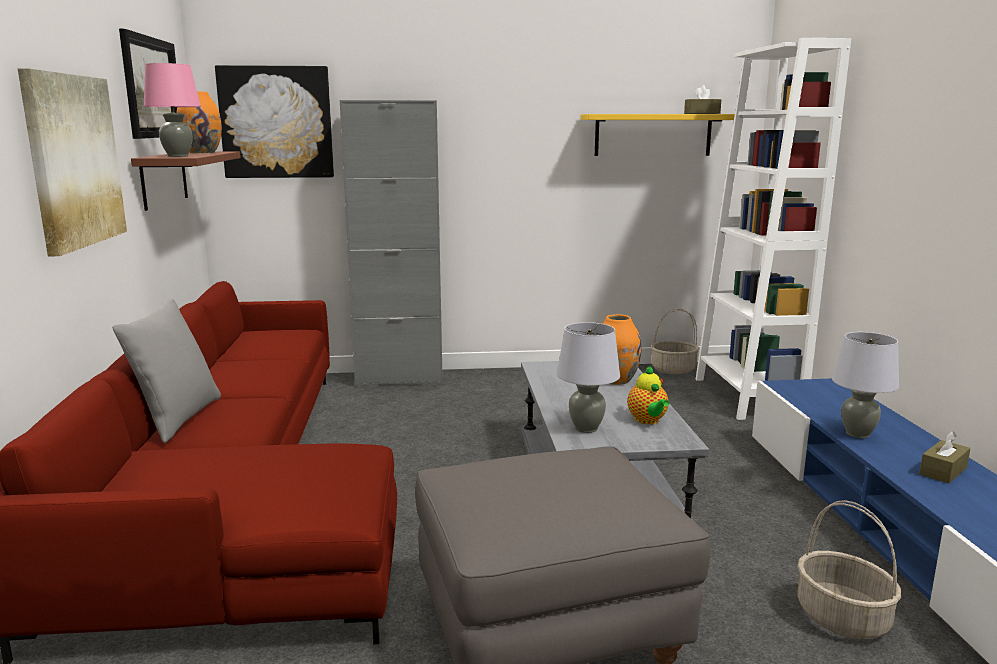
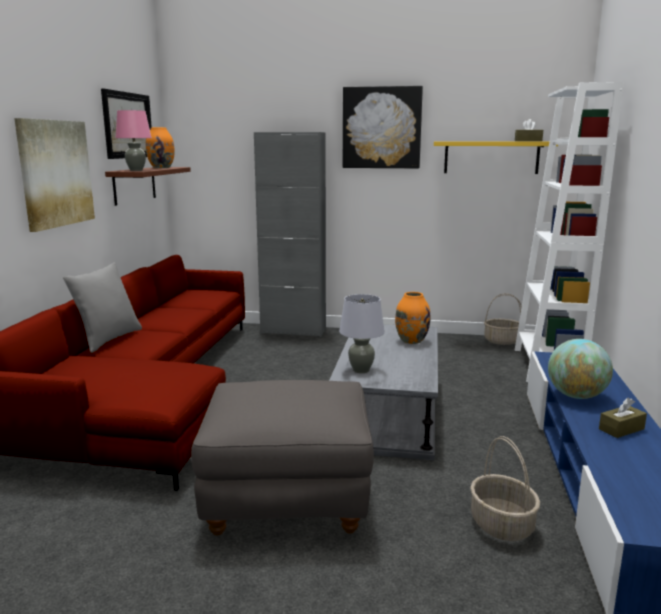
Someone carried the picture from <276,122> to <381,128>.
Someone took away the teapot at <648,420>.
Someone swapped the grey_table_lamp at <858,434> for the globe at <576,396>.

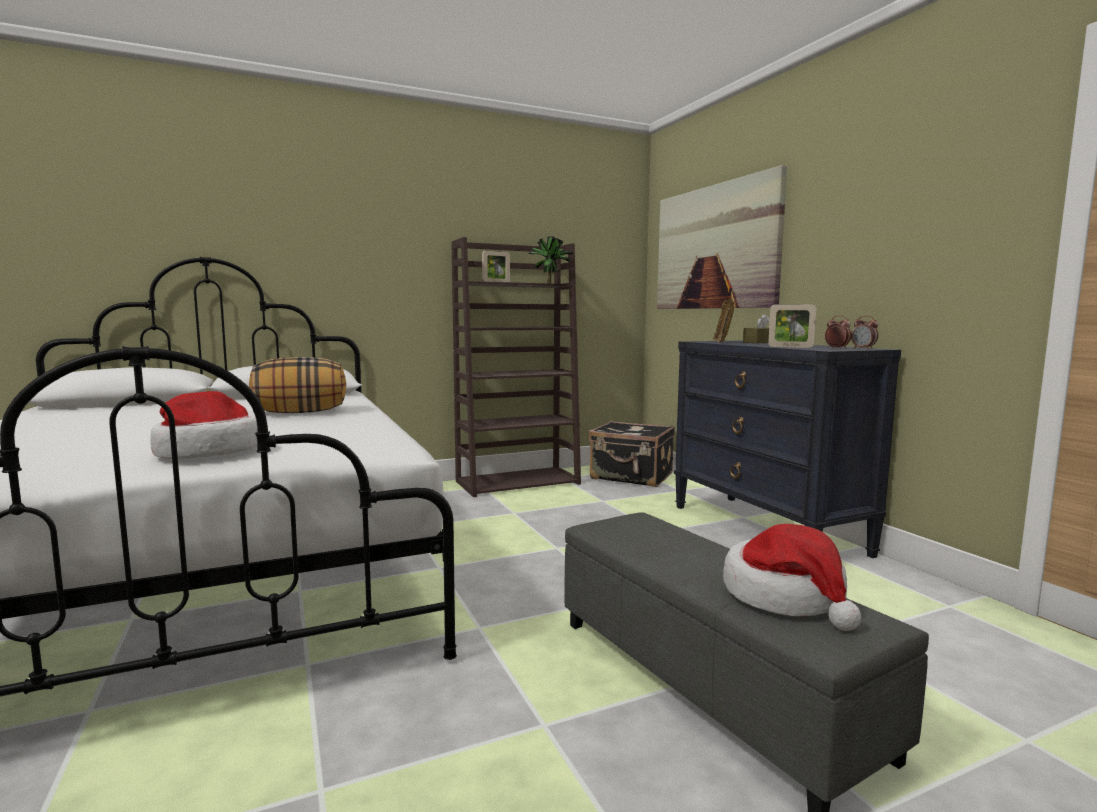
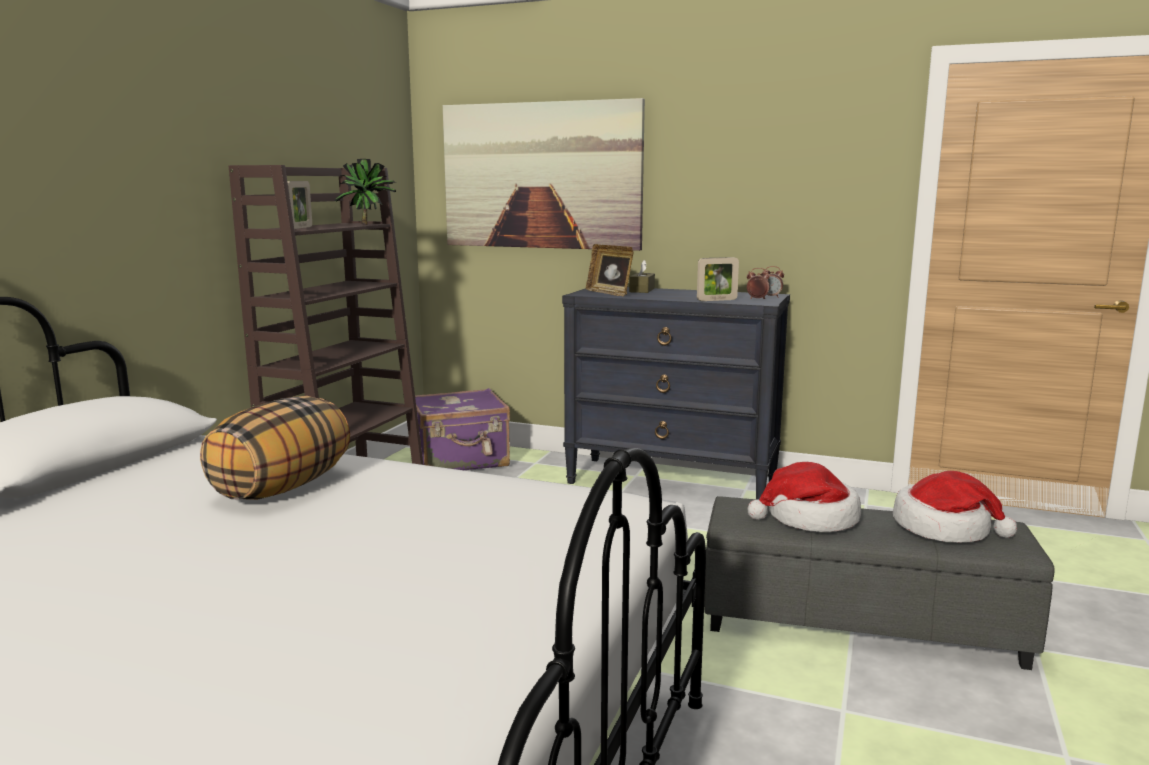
Someone carried the hat from <207,452> to <809,519>.
Someone repainted the black_suitcase at <631,477>, which became the purple_suitcase at <460,461>.

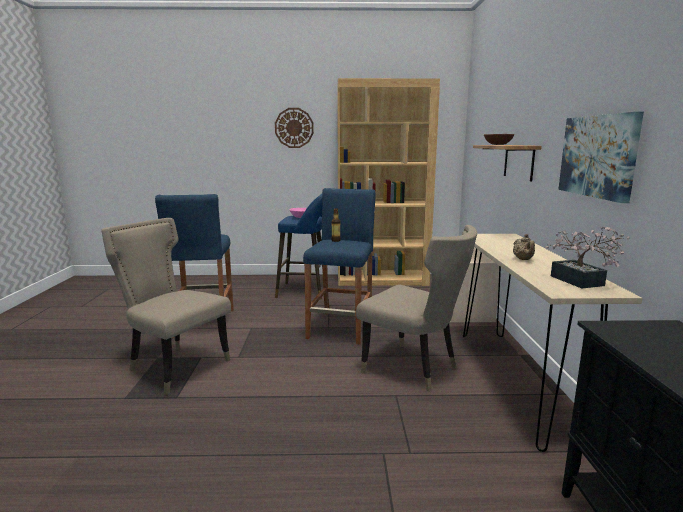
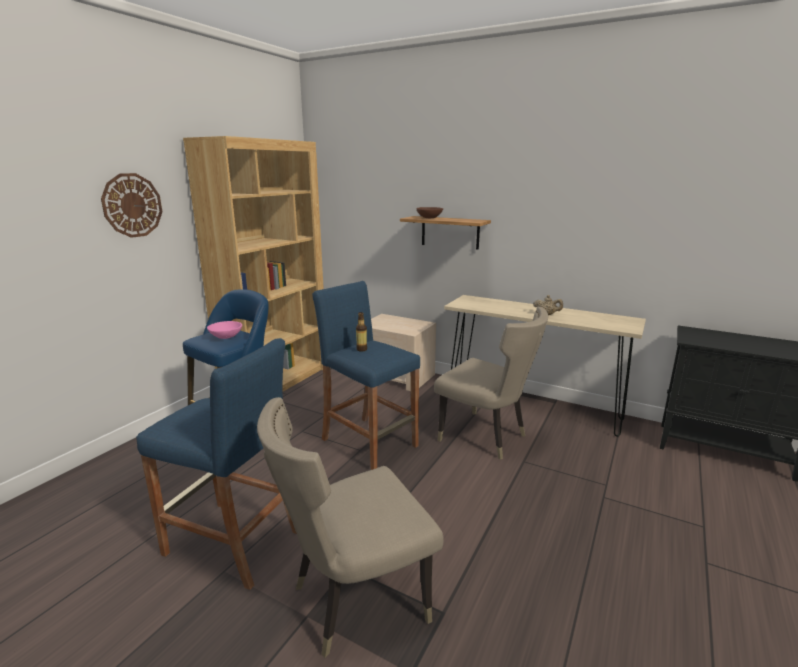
Someone rotated the beige_chair at <414,369> by 60 degrees clockwise.
Someone took away the potted_plant at <580,282>.
Someone took away the picture at <598,156>.

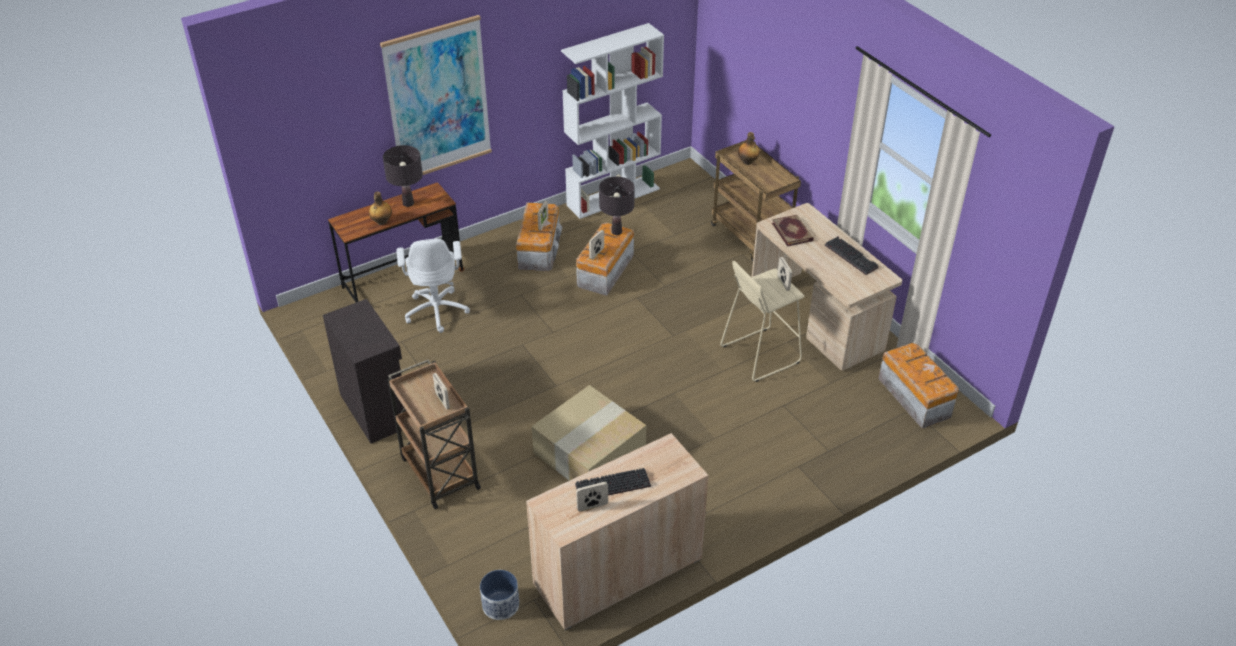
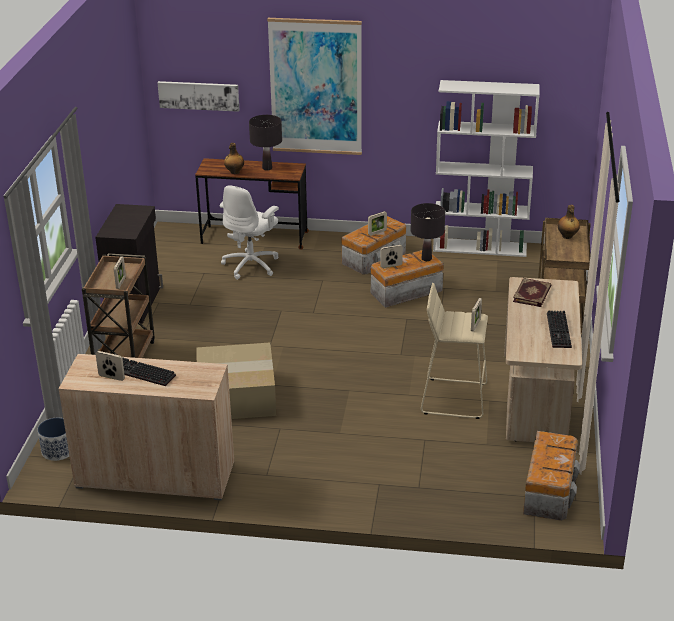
Someone put up the picture at <199,95>.

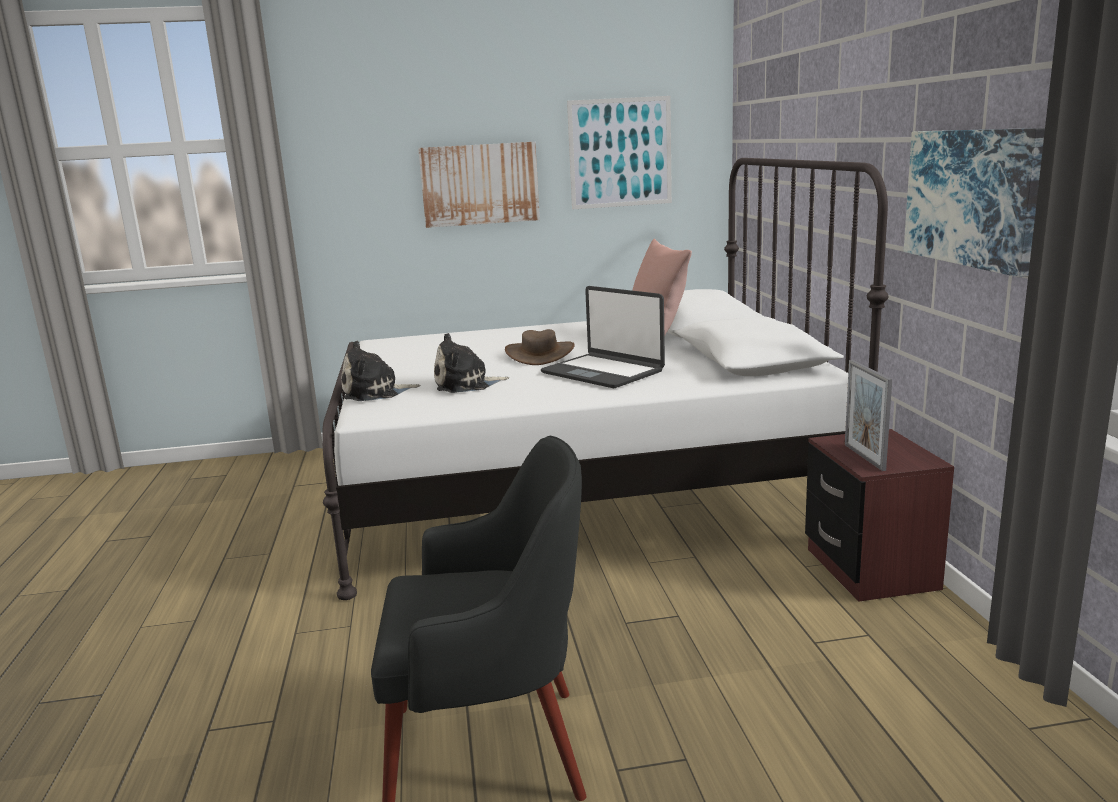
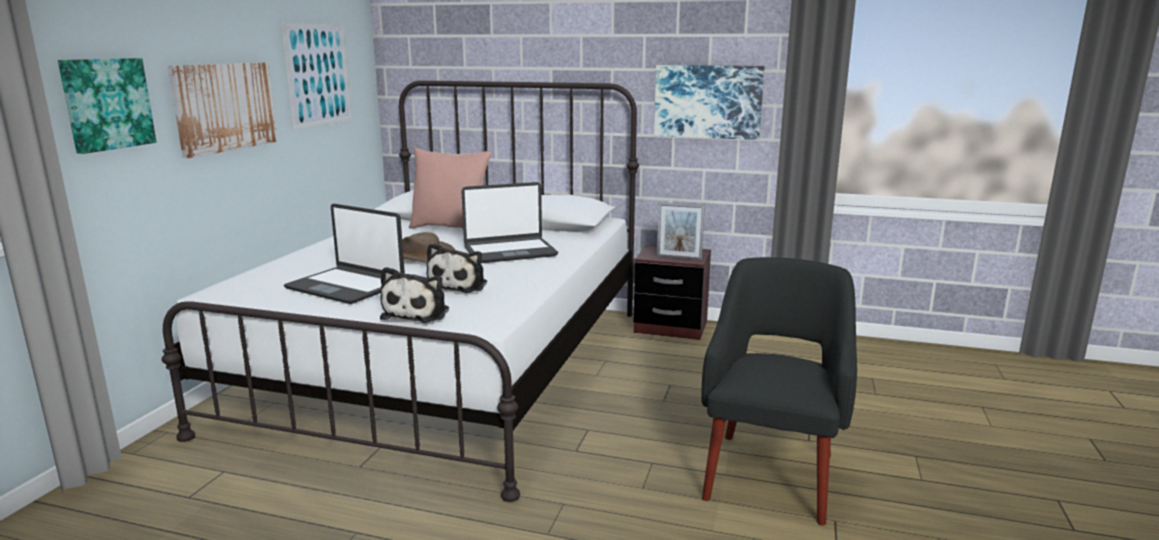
Someone put up the picture at <106,104>.
Someone put down the laptop at <346,286>.

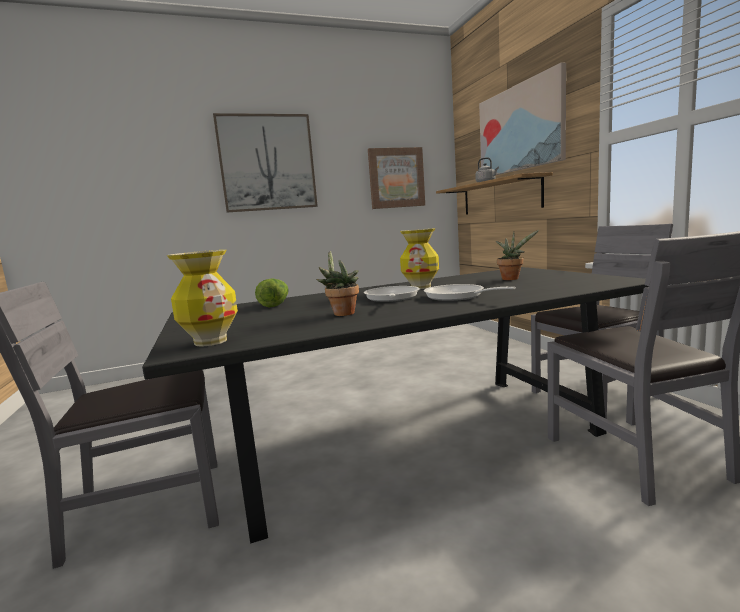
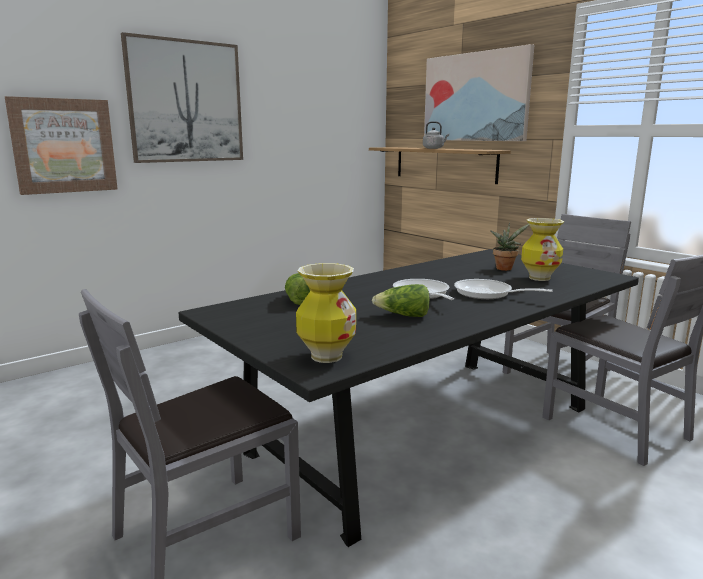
Someone swapped the potted_plant at <341,313> for the lettuce at <403,316>.
Someone carried the picture from <396,178> to <64,146>.
Someone carried the vase from <421,287> to <539,278>.

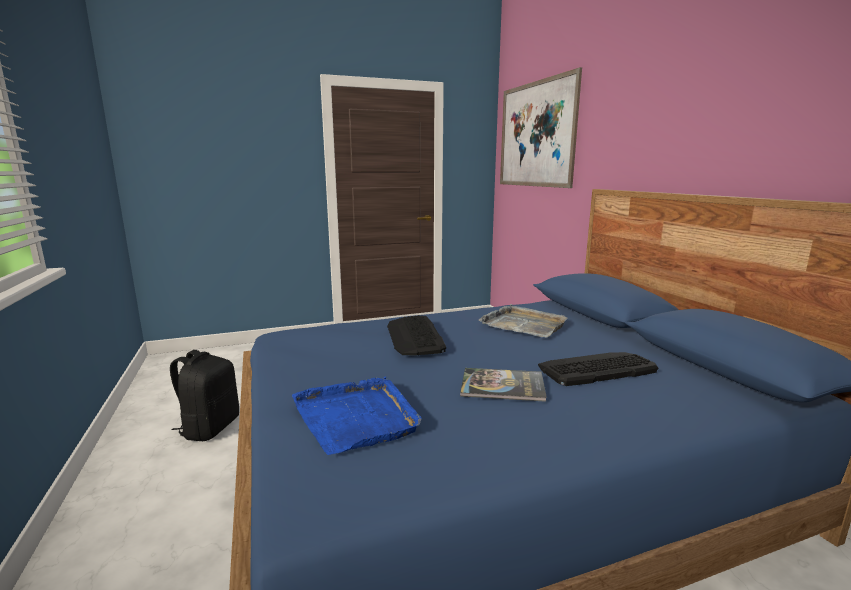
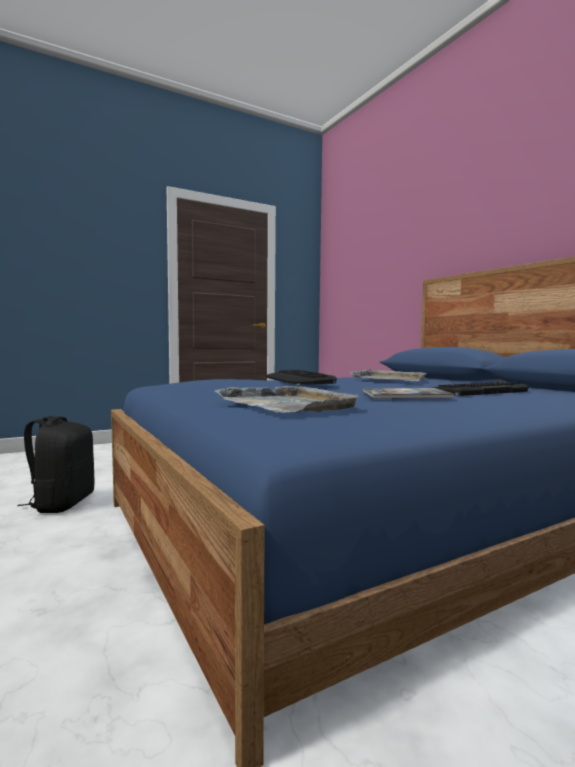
Someone repainted the blue_tray at <357,417>, which became the grey_tray at <287,404>.
Someone took away the picture at <535,134>.

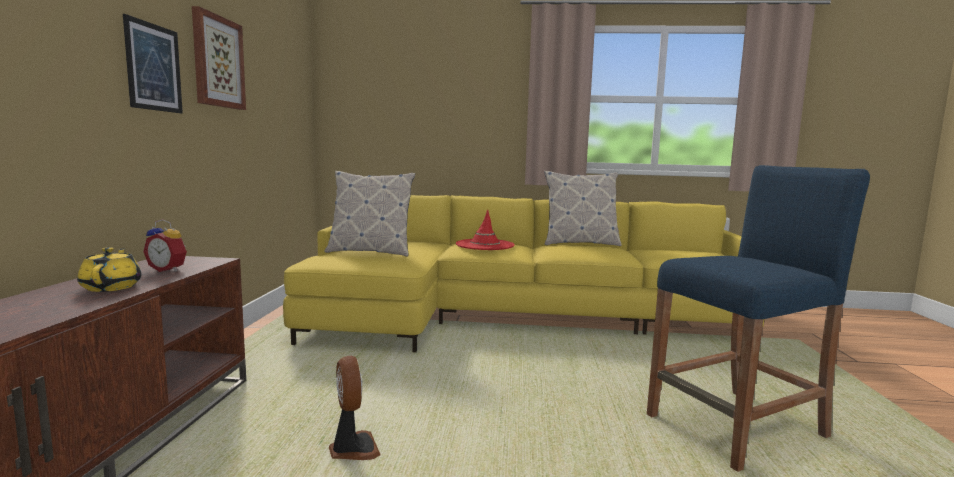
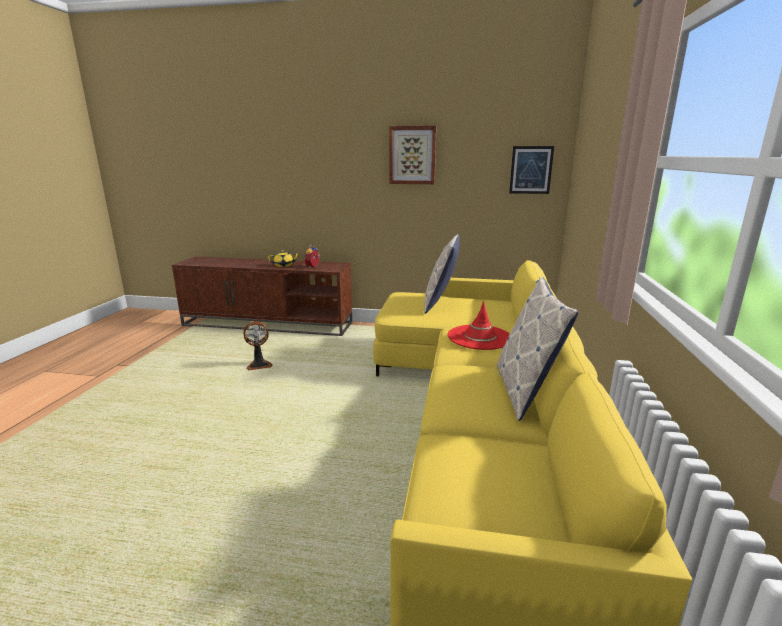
Someone carried the picture from <154,67> to <531,170>.
Someone took away the blue_stool at <737,427>.

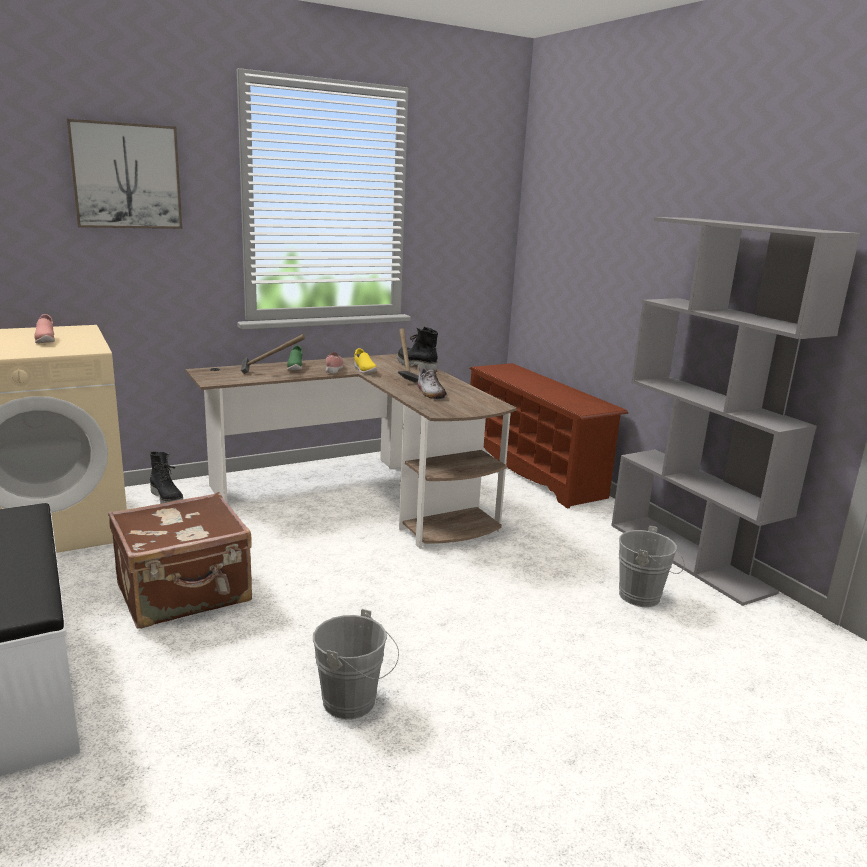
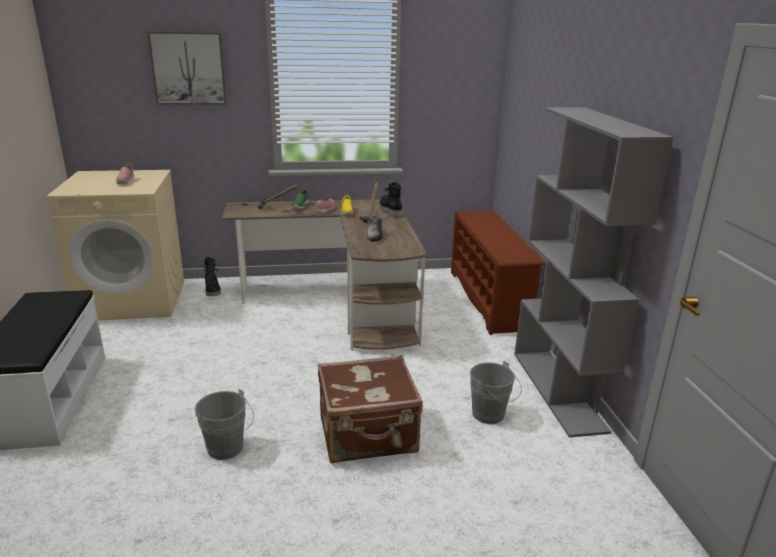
Someone carried the brown_suitcase from <185,594> to <368,435>.

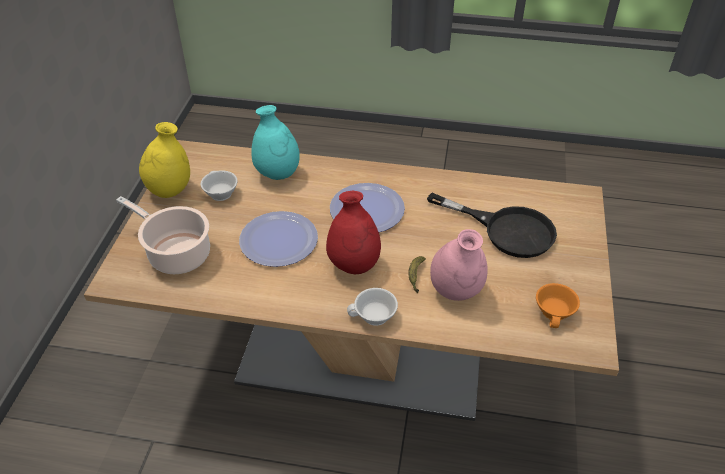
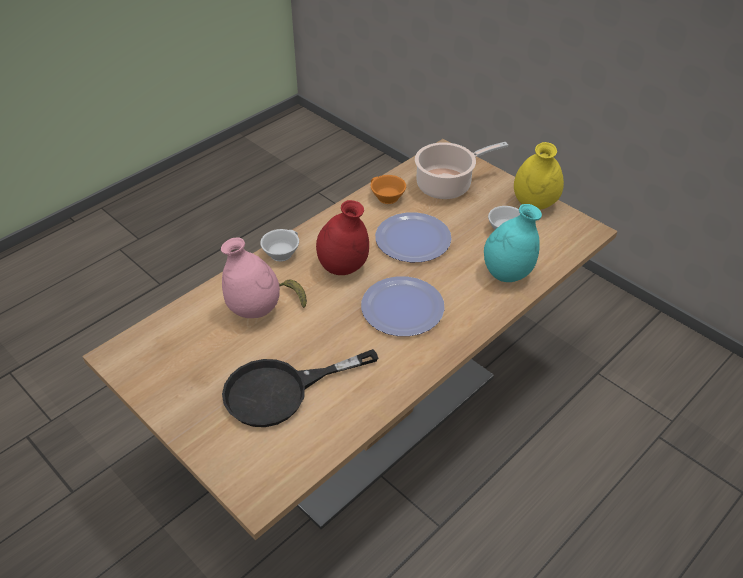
Someone carried the orange_cup from <555,312> to <386,197>.

